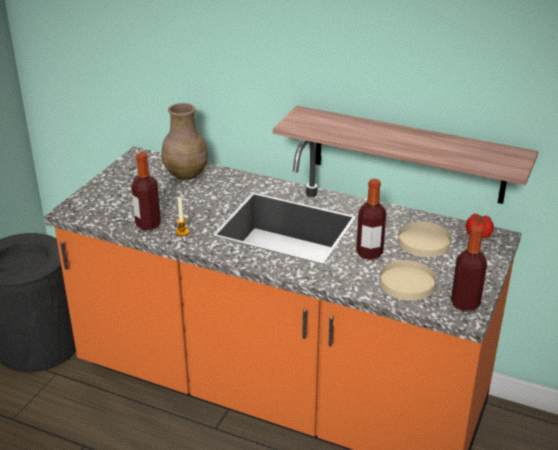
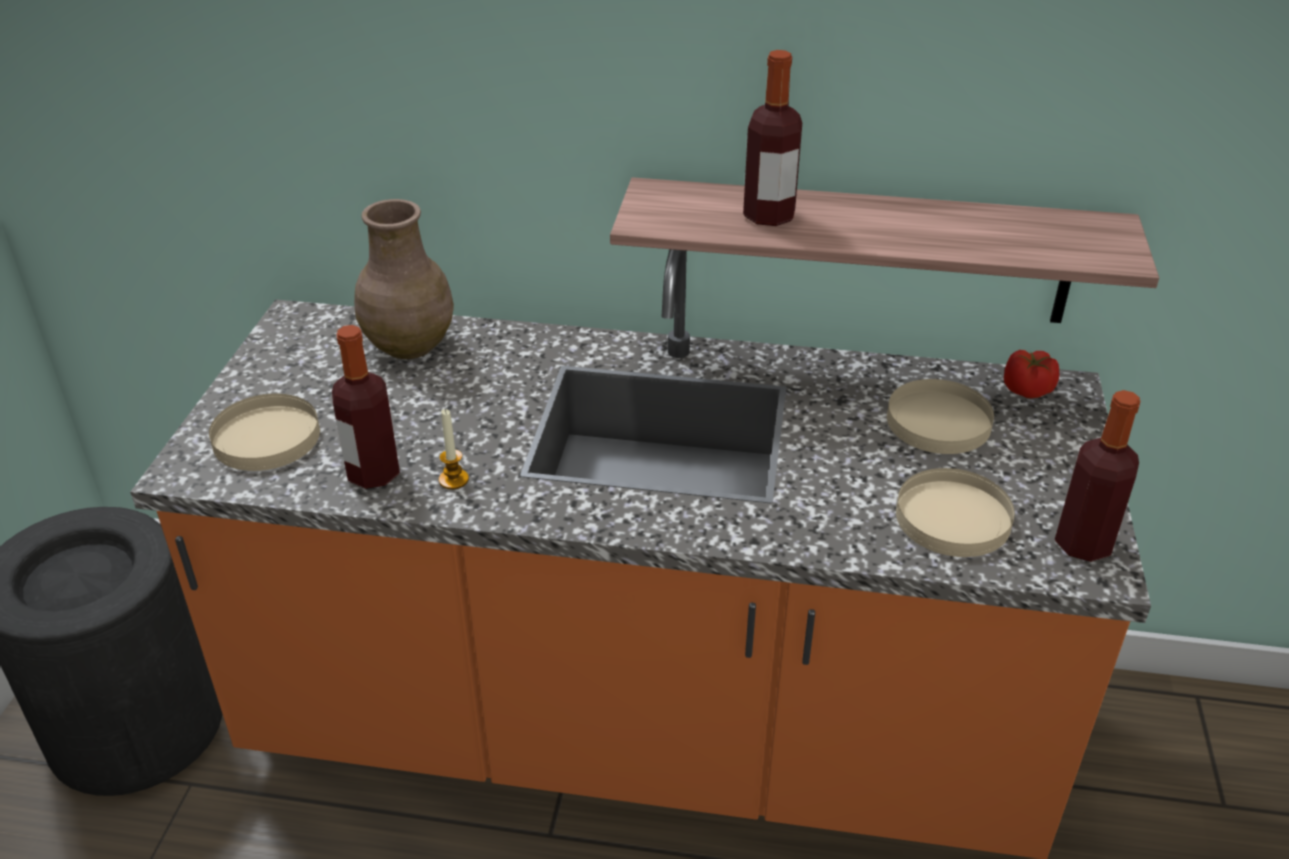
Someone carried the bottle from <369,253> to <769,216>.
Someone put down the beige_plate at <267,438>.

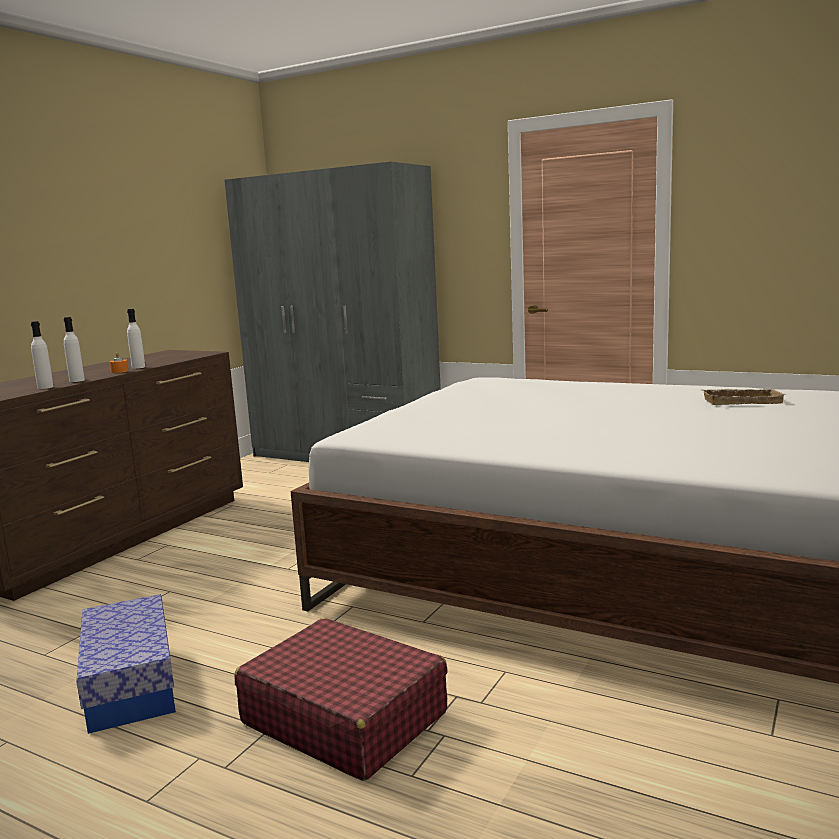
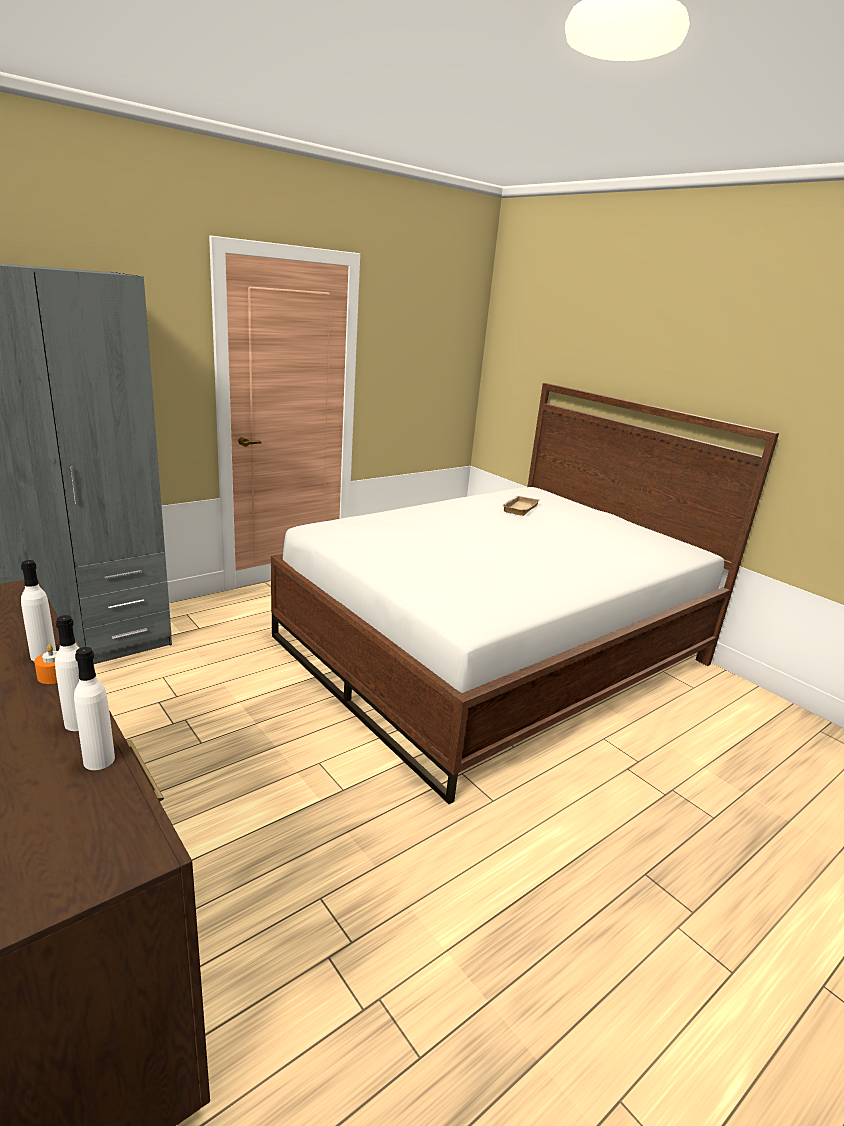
Someone took away the storage_box at <131,683>.
Someone took away the red_suitcase at <344,717>.

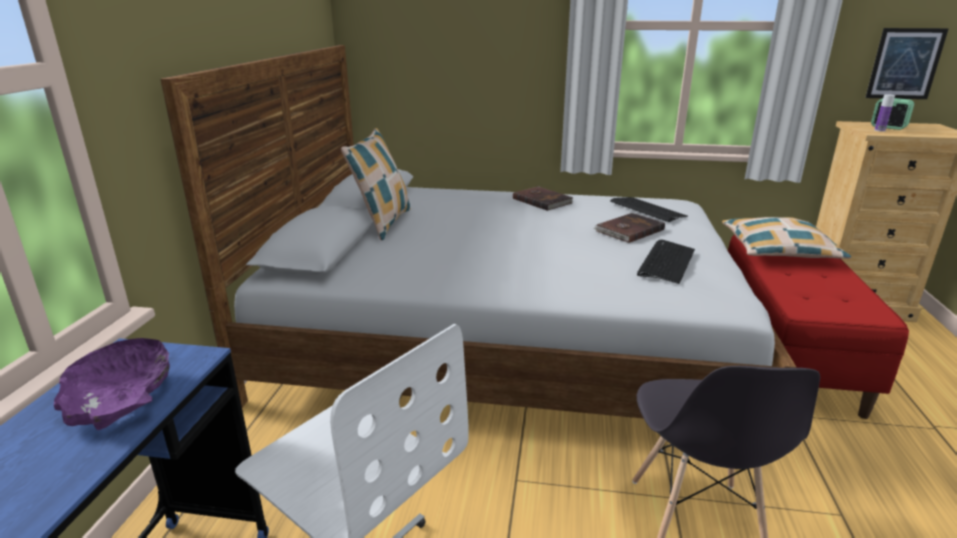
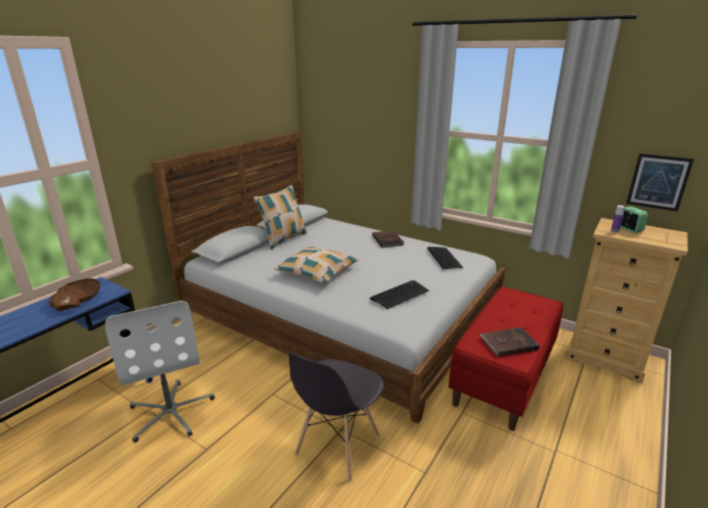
Someone repainted the purple_bowl at <120,398>, which became the brown_bowl at <77,301>.
Someone carried the brown_book from <628,230> to <508,343>.
Someone carried the pillow from <778,250> to <317,272>.

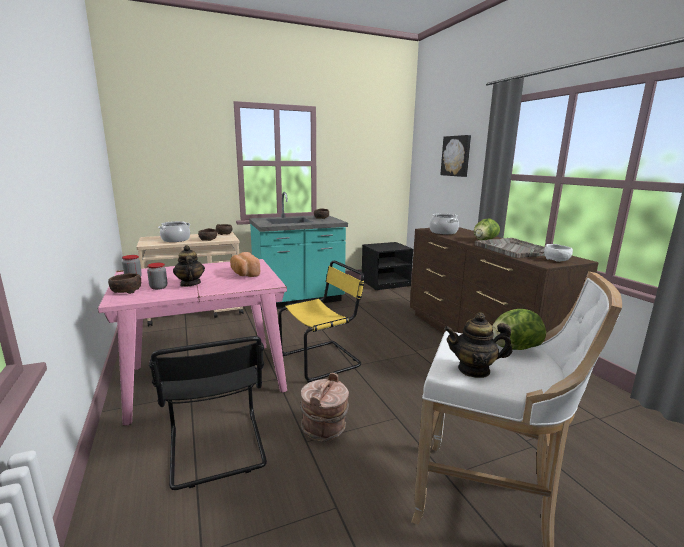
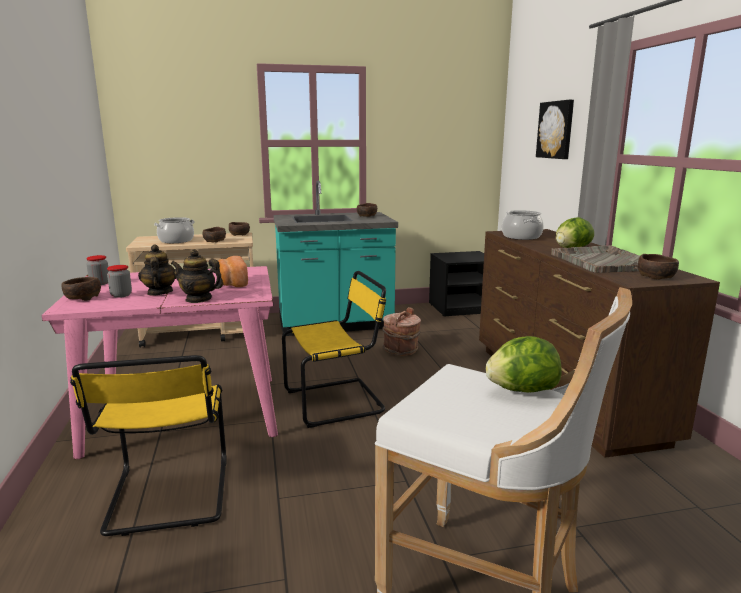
Someone repainted the black_chair at <217,450>, which became the yellow_chair at <168,497>.
Someone carried the brown_bucket from <324,428> to <401,350>.
Someone carried the teapot from <474,370> to <198,299>.
Someone repainted the white_bowl at <557,259>, which became the brown_bowl at <657,277>.

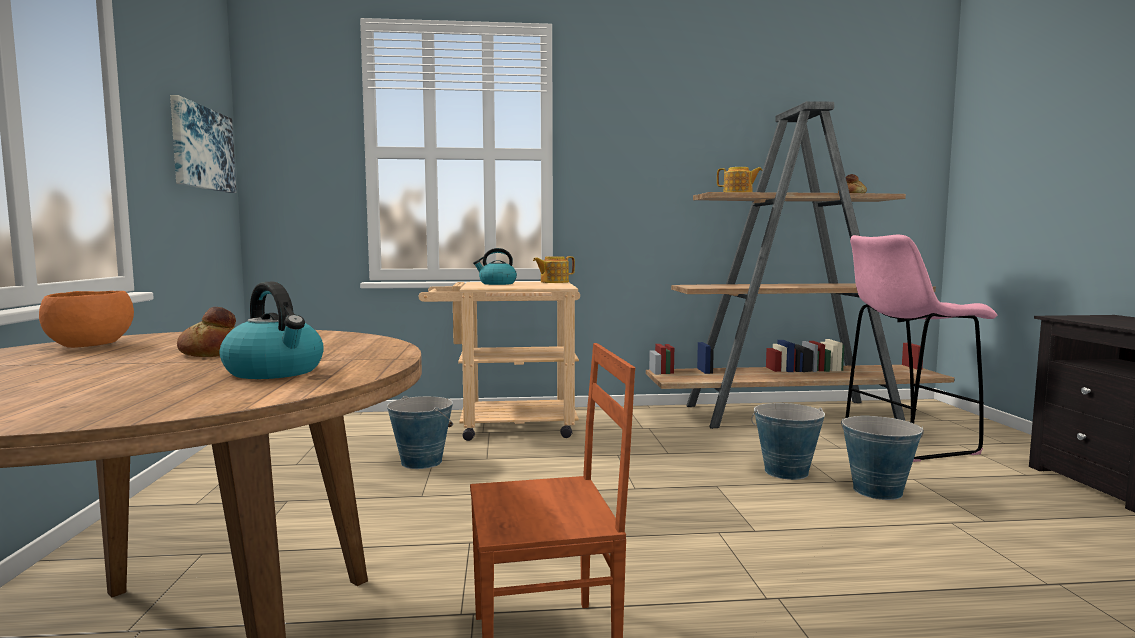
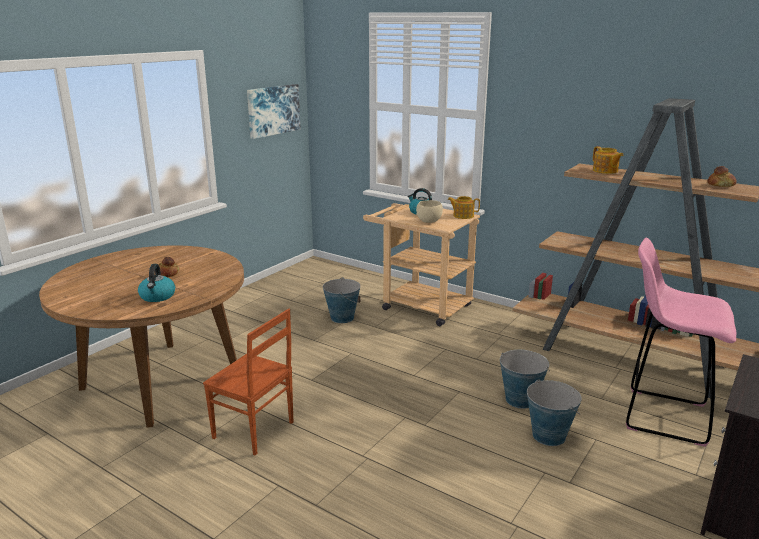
Someone took away the orange_bowl at <89,346>.
Someone put down the beige_bowl at <429,221>.

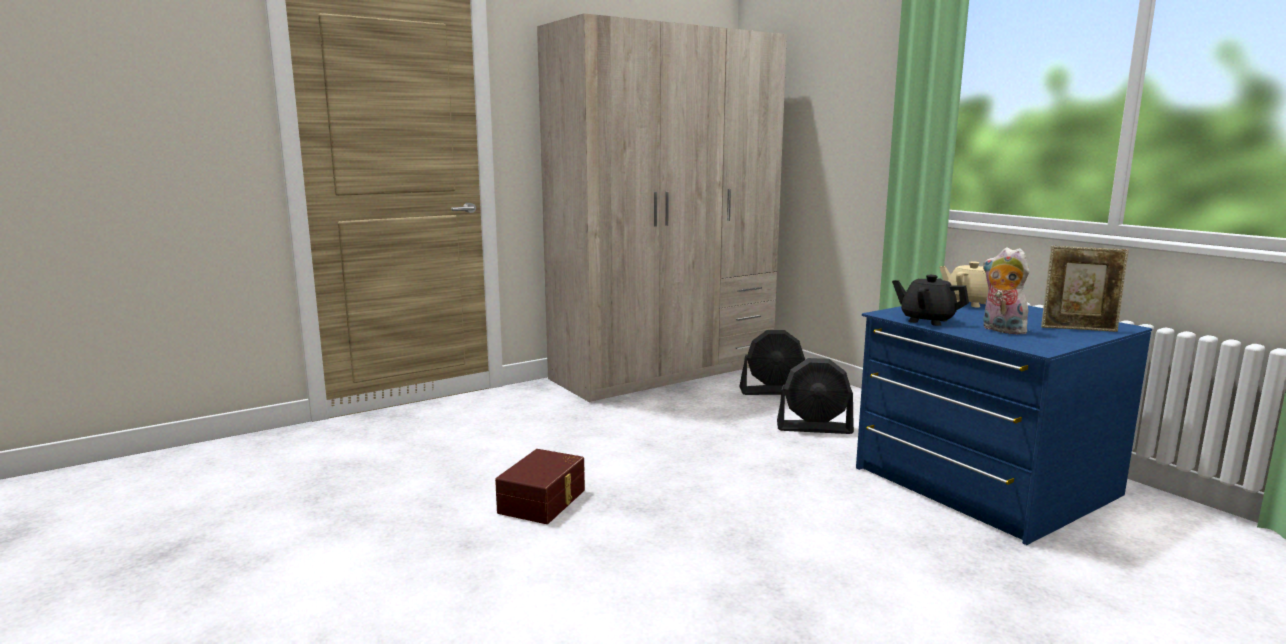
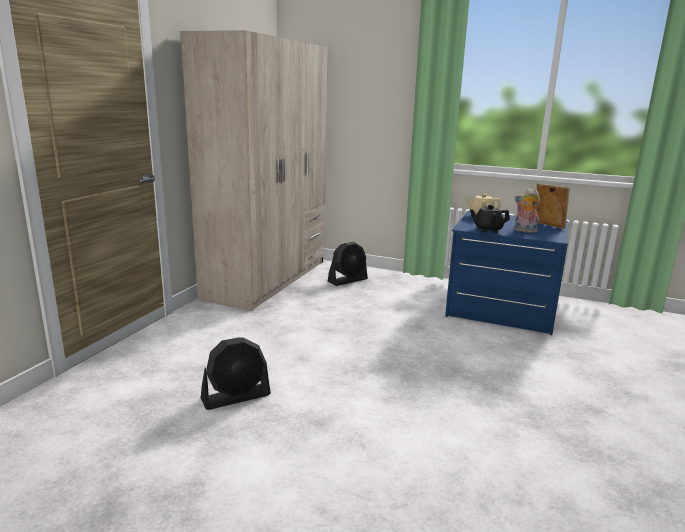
Someone took away the brown_storage_box at <544,501>.
Someone carried the black_fan from <814,428> to <236,397>.
Someone rotated the picture_frame at <1078,329> by 105 degrees counterclockwise.

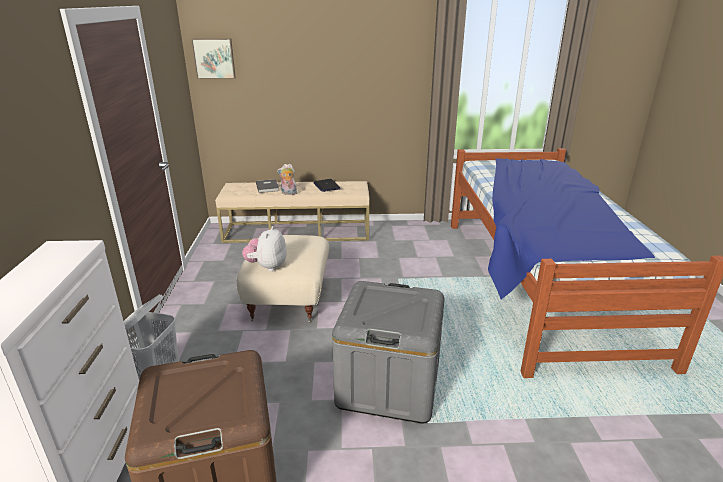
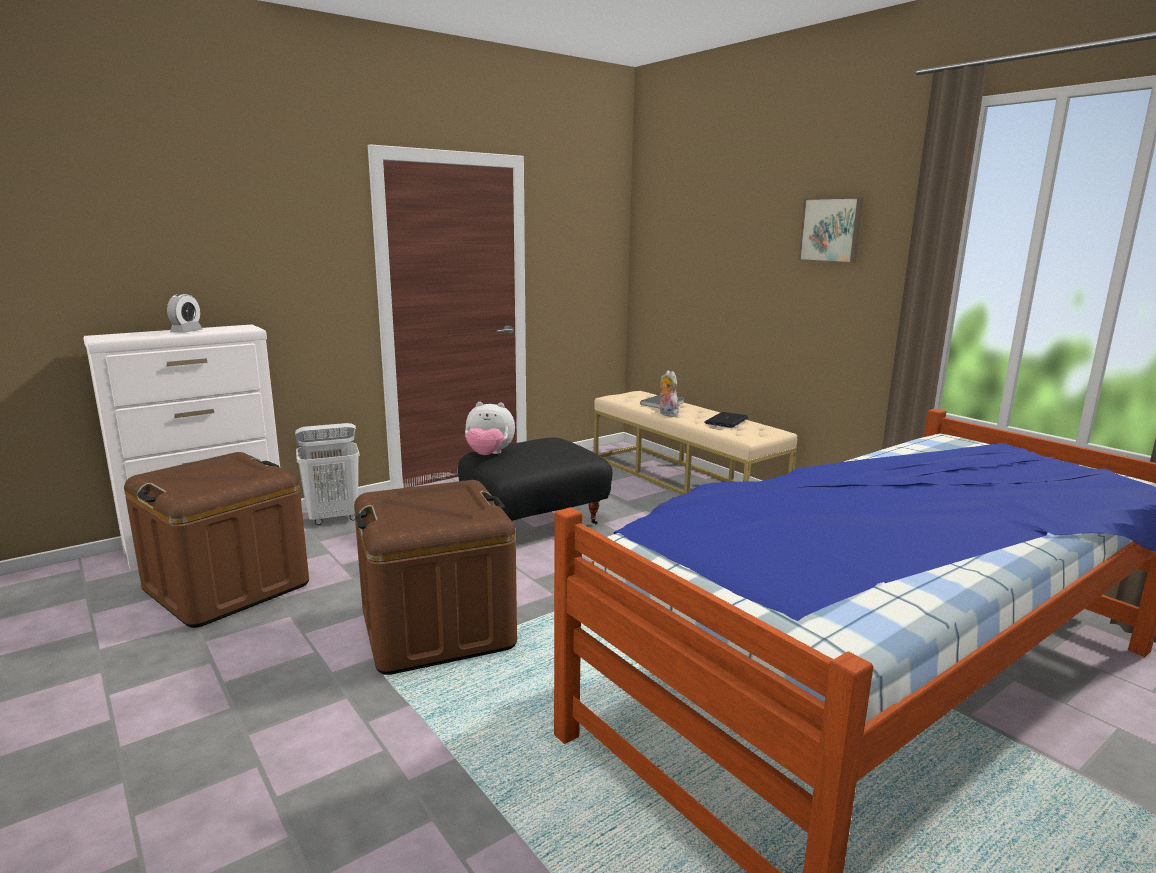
Someone carried the picture from <214,58> to <831,230>.
Someone repainted the beige_ottoman at <289,299>, which became the black_ottoman at <534,523>.
Someone rotated the plush_toy at <267,266> by 150 degrees counterclockwise.
Someone repainted the grey_storage_box at <389,383>, which became the brown_storage_box at <437,628>.
Someone put down the alarm_clock at <186,332>.

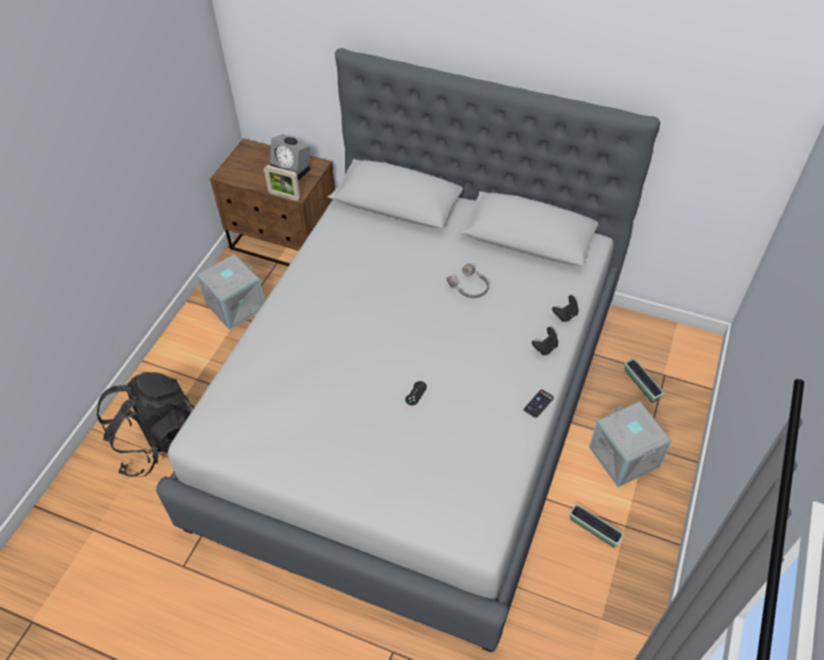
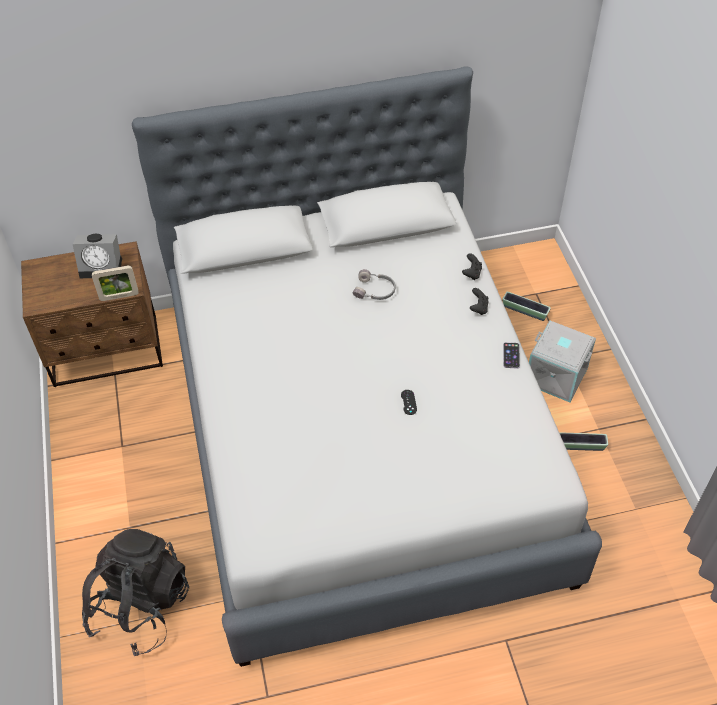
Someone took away the grey_storage_box at <235,305>.

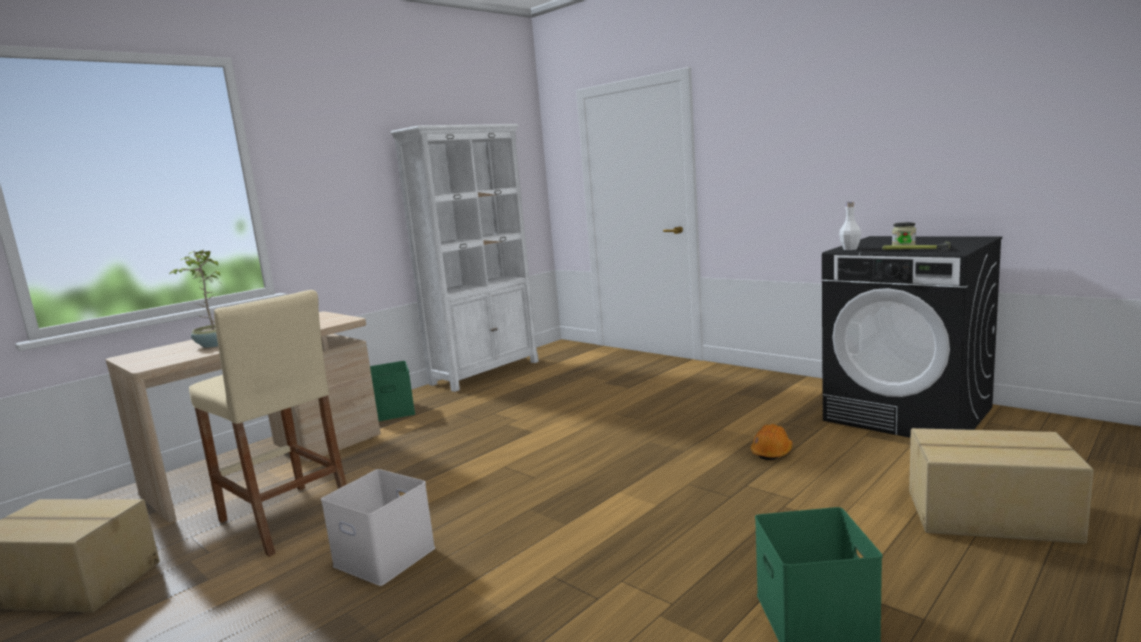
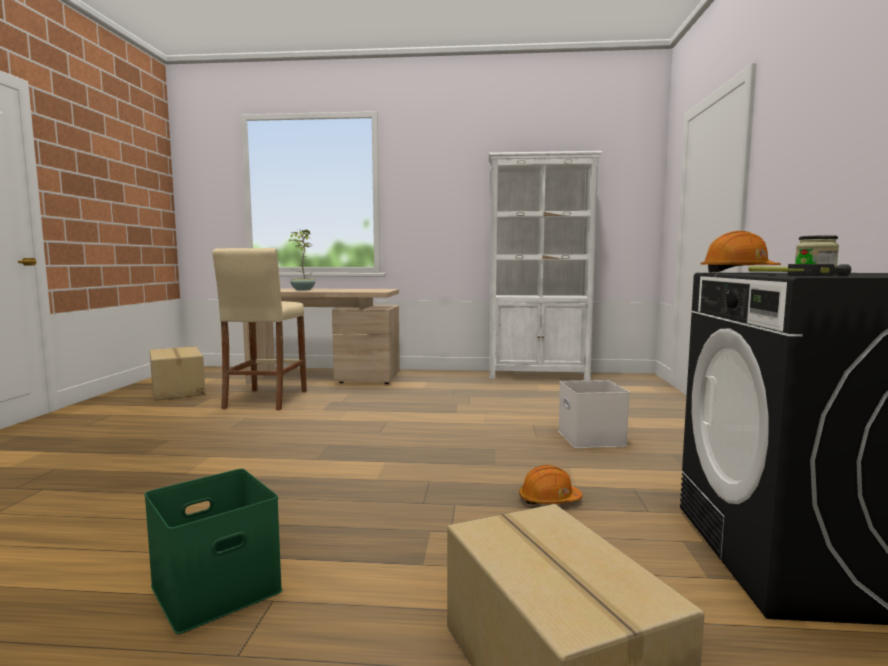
Someone carried the white_storage_box from <387,556> to <592,438>.
Someone took away the green_storage_box at <391,411>.
Someone swapped the white_bottle at <850,249> for the orange_hard_hat at <738,272>.

